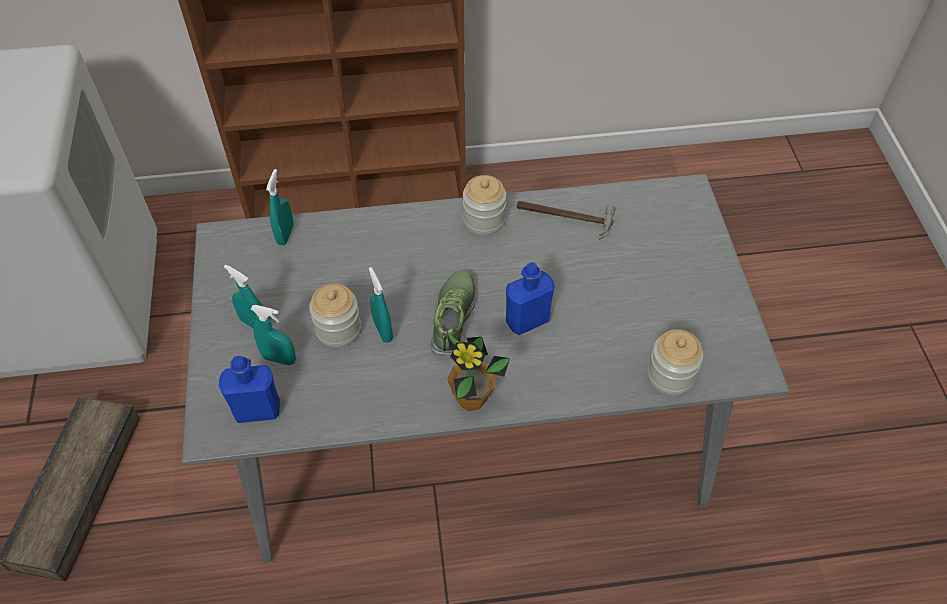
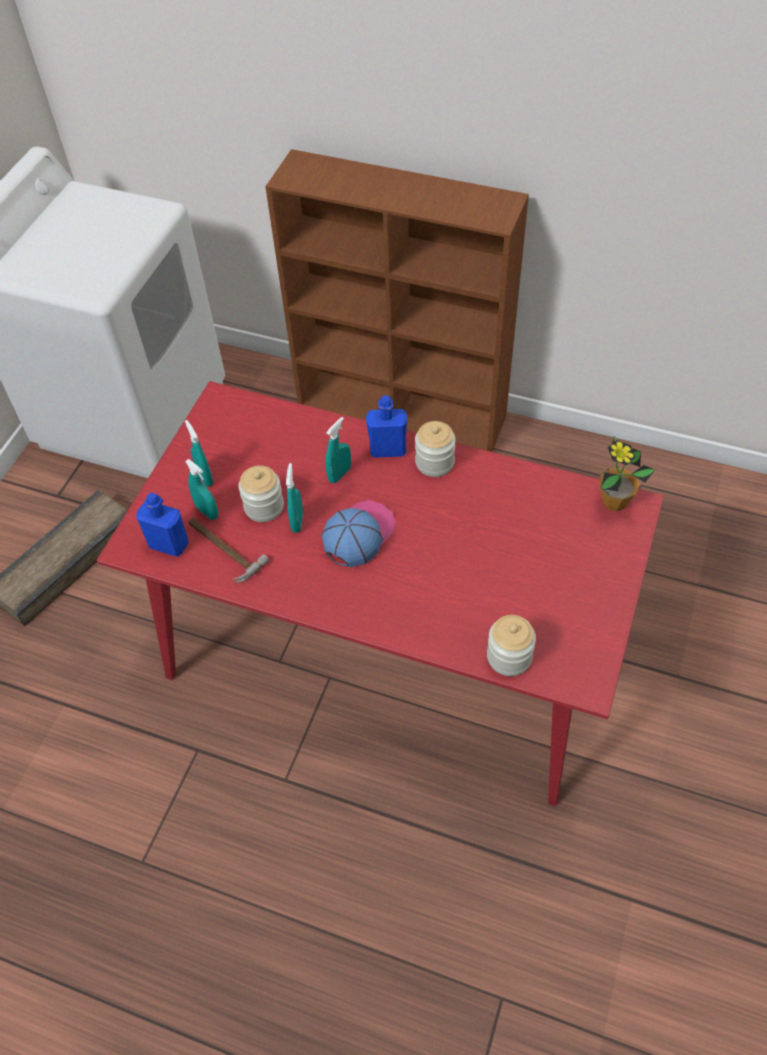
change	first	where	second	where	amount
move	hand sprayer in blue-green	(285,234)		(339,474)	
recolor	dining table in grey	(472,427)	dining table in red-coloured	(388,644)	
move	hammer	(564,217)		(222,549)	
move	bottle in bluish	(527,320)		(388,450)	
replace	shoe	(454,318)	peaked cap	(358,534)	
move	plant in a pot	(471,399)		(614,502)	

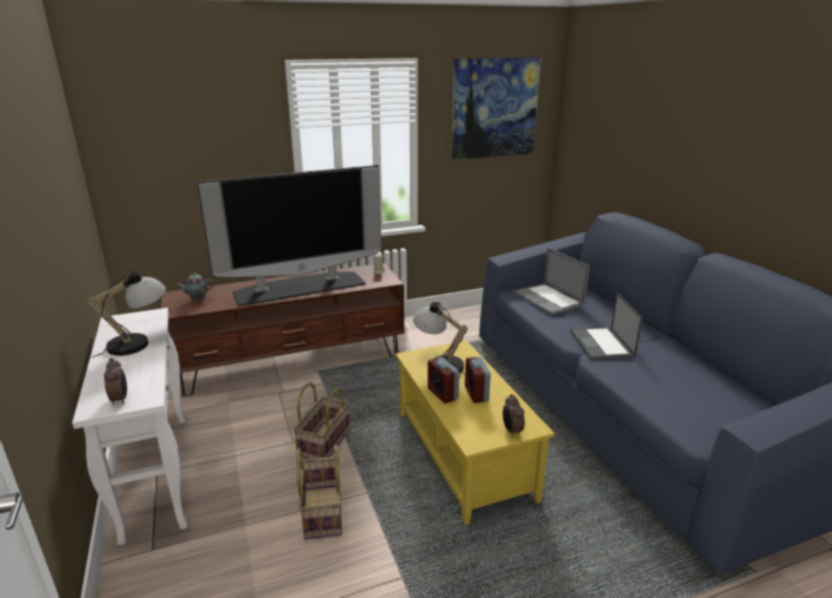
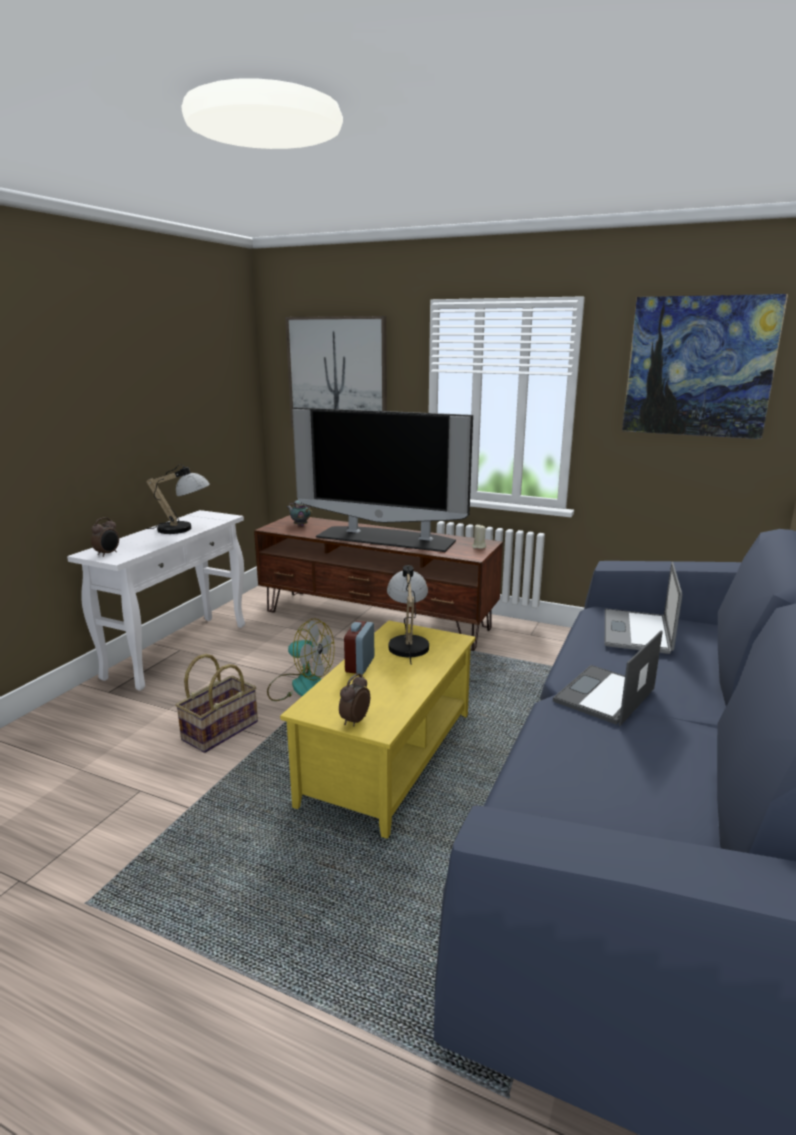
change	first	where	second	where	amount
delete	bedside clock	(476,393)			
replace	storage basket	(324,442)	fan	(300,686)	
insert			wall art	(337,374)	

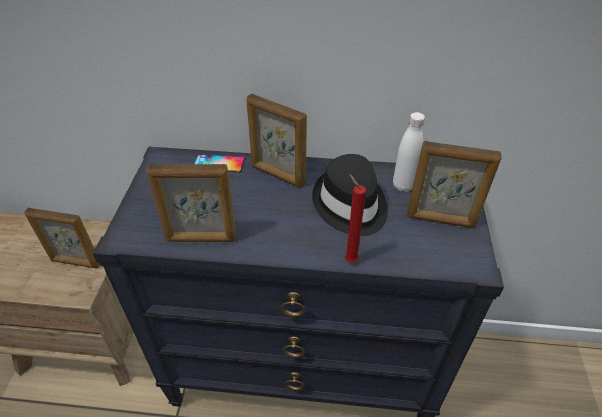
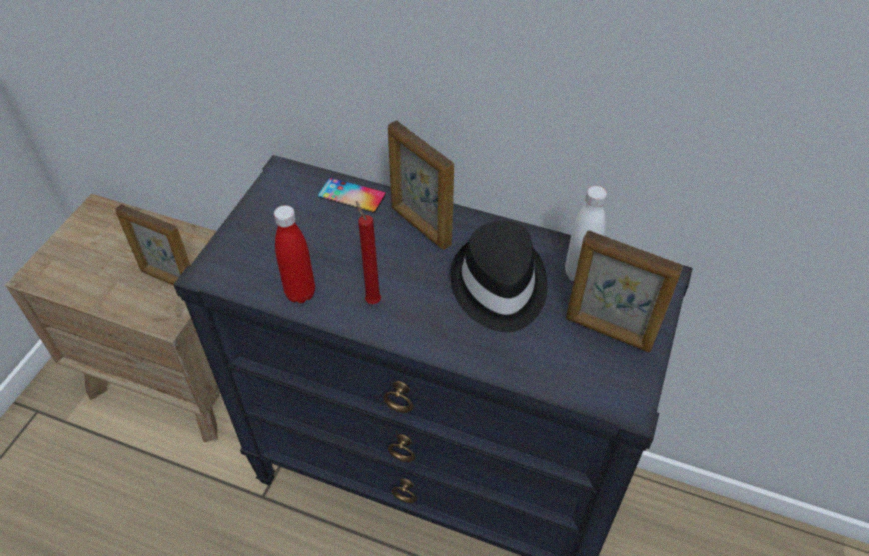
change	first	where	second	where	amount
replace	standing frame	(201,239)	bottle in red-coloured	(300,293)	
move	candle in red-coloured	(349,259)		(372,300)	

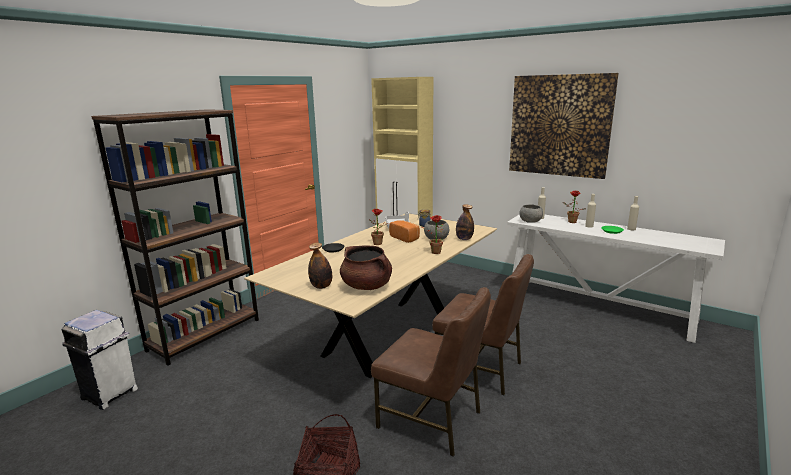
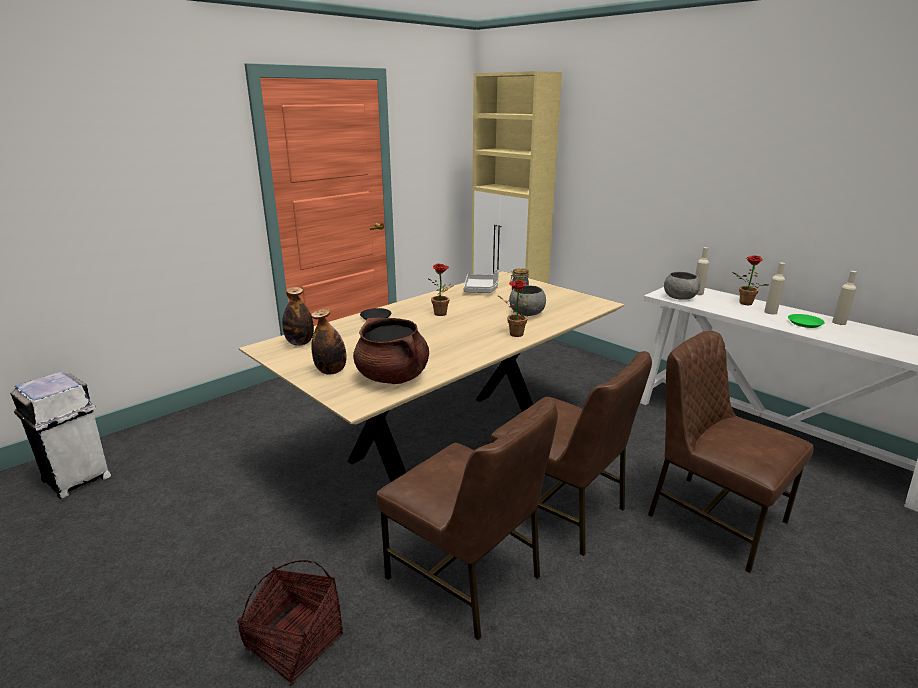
change	first	where	second	where	amount
delete	wall art	(559,125)			
delete	shelving unit in brown	(205,334)			
move	bottle	(464,239)		(300,343)	
delete	bakery bread	(405,238)			
insert			plain chair in brown	(714,518)	

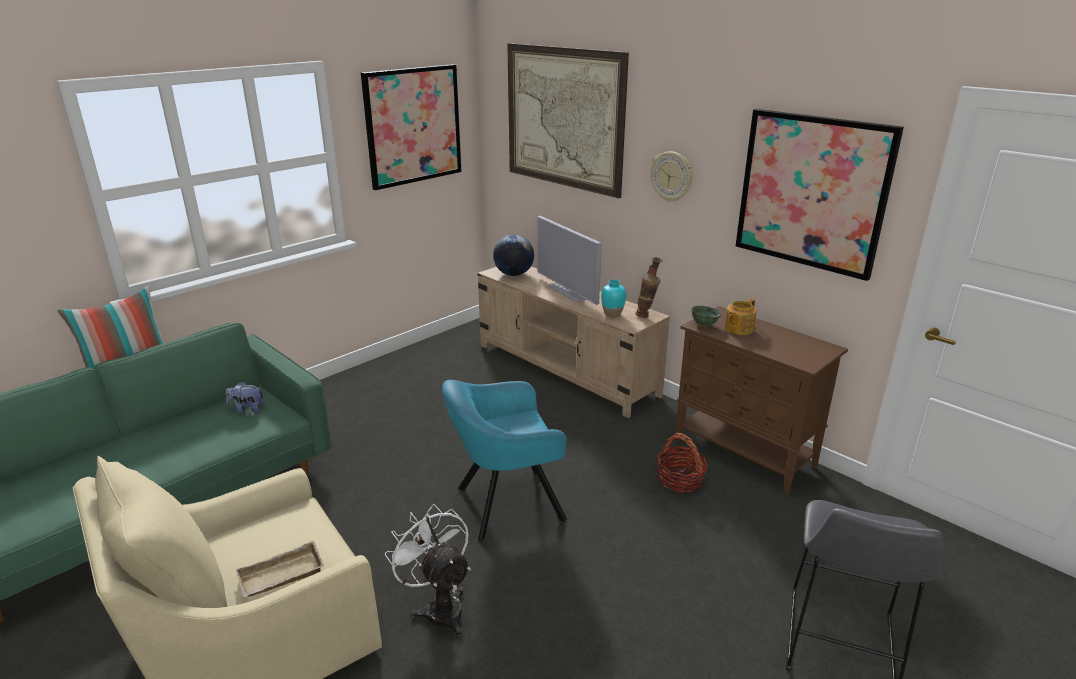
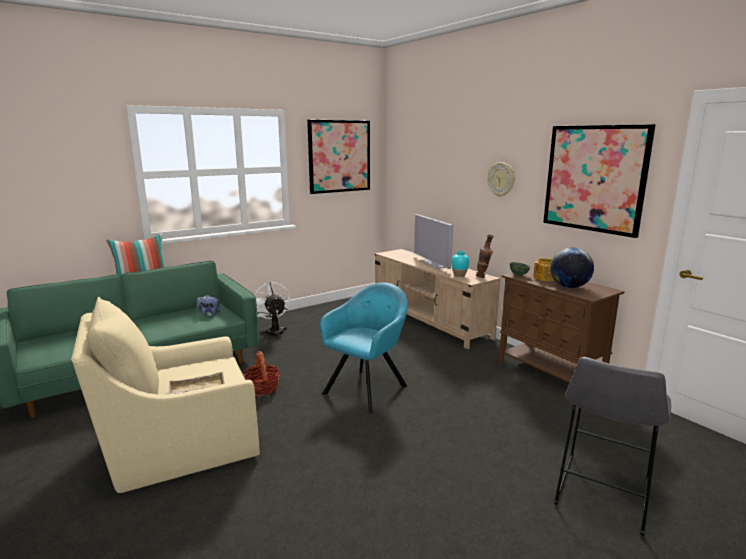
change	first	where	second	where	amount
delete	wall art	(564,118)			
move	desk globe	(513,274)		(569,287)	
rotate	armchair in blue-green	(505,504)		(367,388)	135 degrees clockwise
move	storage basket	(680,479)		(262,388)	
move	fan in white	(439,607)		(274,331)	

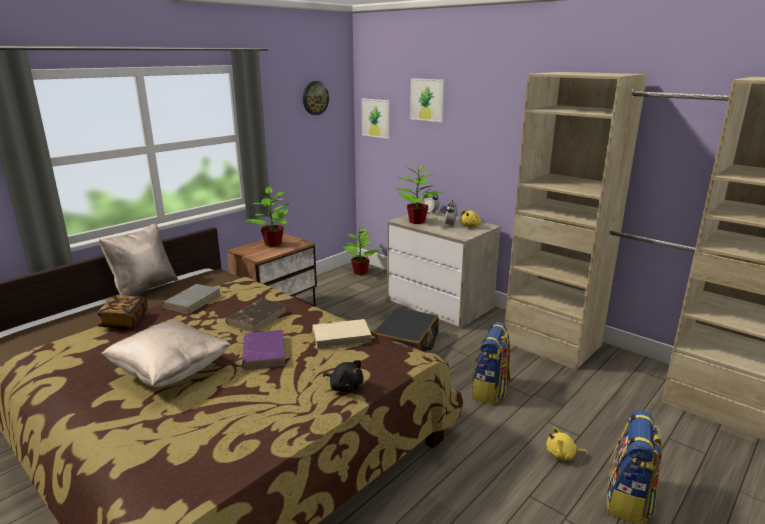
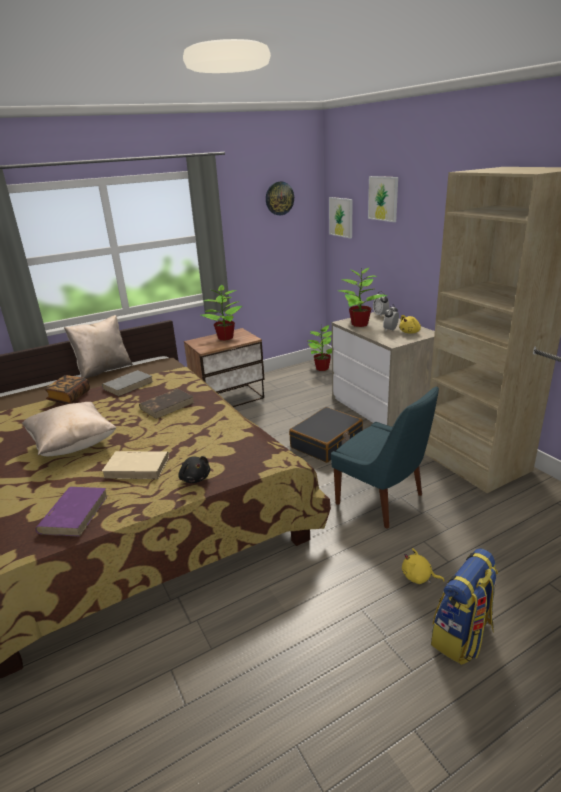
change	first	where	second	where	amount
move	book in beige	(342,336)		(138,467)	
replace	rucksack	(490,390)	plain chair in bluish	(382,500)	
move	book in purple	(264,352)		(74,513)	

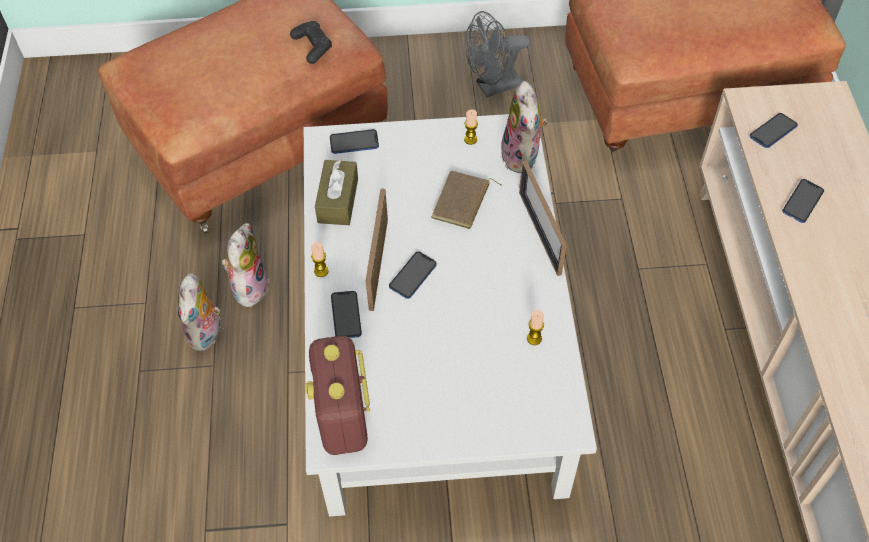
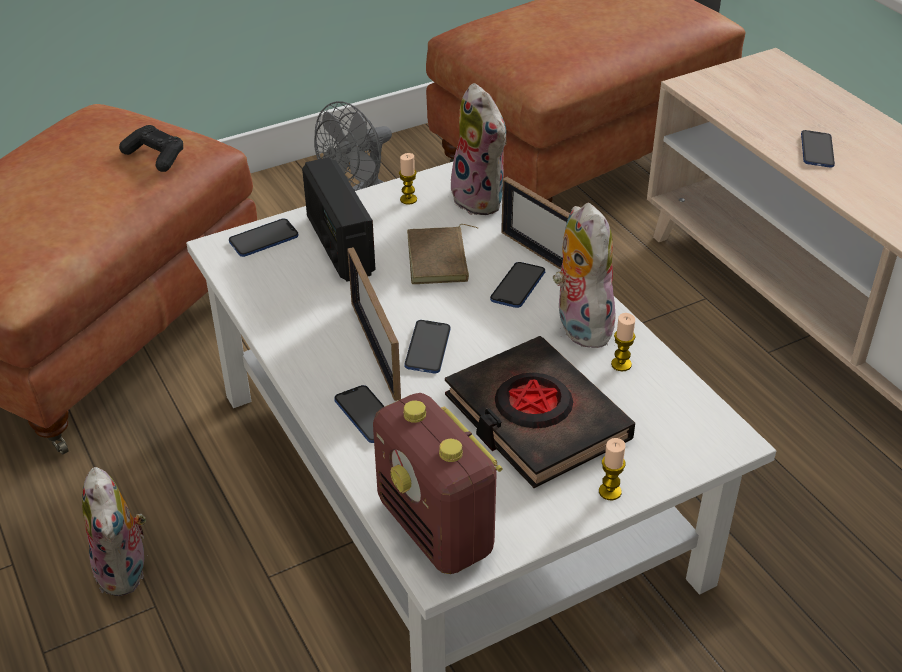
change	first	where	second	where	amount
move	telephone	(773,131)		(517,286)	
delete	tissue holder in brown	(338,200)			
move	plush toy	(249,286)		(579,324)	
move	candle	(321,271)		(610,491)	
insert			radio	(339,245)	
insert			book in blackish	(536,419)	

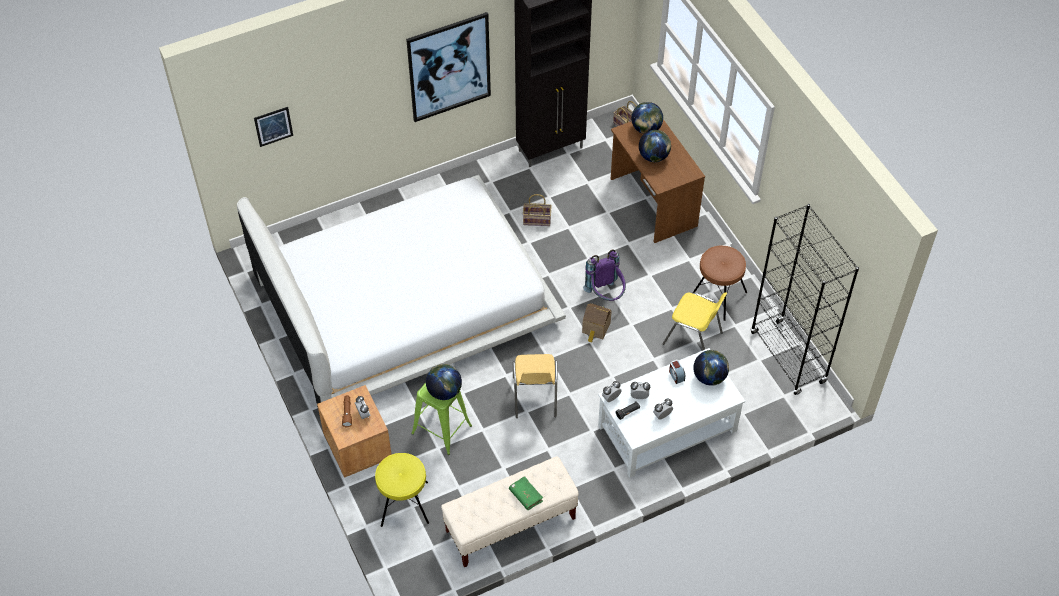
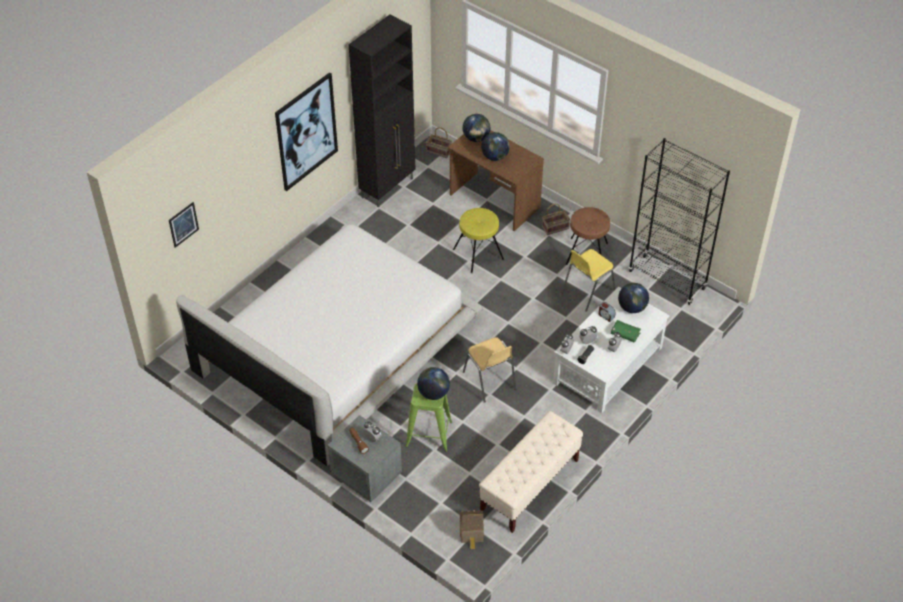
change	first	where	second	where	amount
move	storage basket	(537,219)		(555,227)	
delete	rucksack in purple	(606,295)			
rotate	plain chair in yellow-coloured	(693,338)		(587,291)	135 degrees clockwise
move	toy house	(596,329)		(471,534)	
recolor	night table in brown	(357,447)	night table in grey	(366,474)	
move	sitting stool in yellow-coloured	(404,504)		(478,254)	
move	book in greenish	(525,496)		(625,334)	

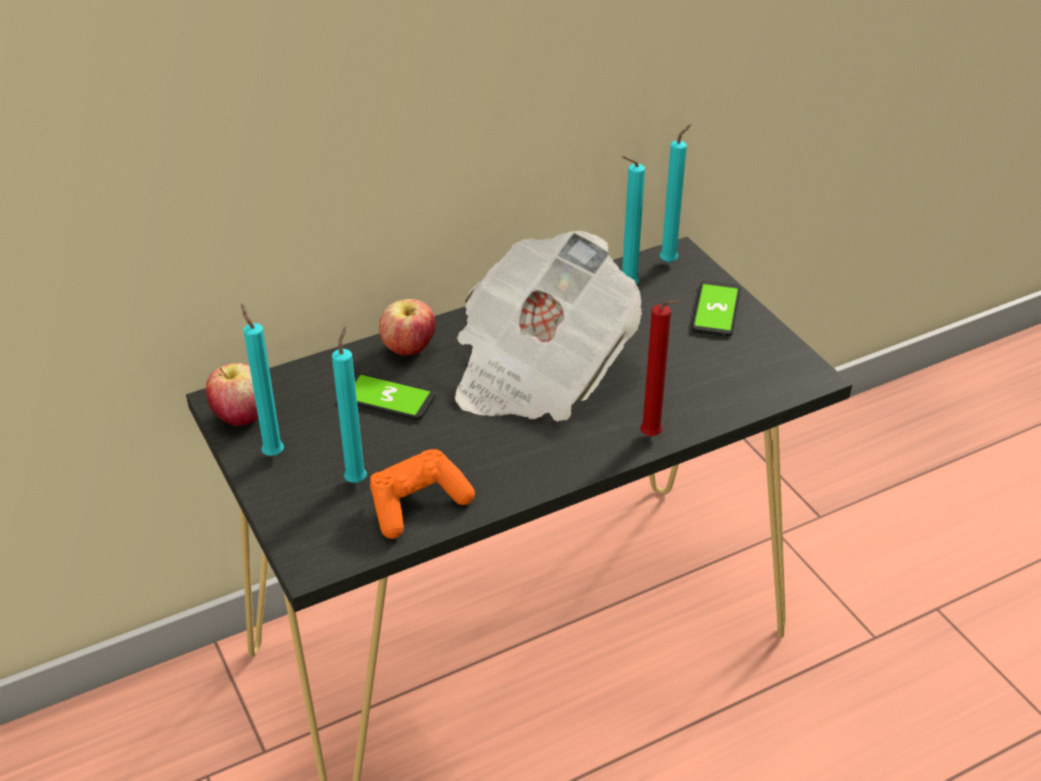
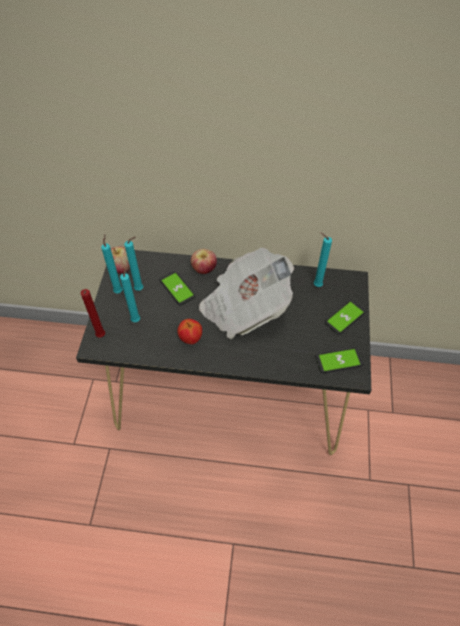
change	first	where	second	where	amount
move	candle in blue-green	(670,261)		(140,289)	
move	candle in red-coloured	(653,437)		(101,337)	
delete	gamepad in orange	(417,504)			
insert			apple fruit	(190,339)	
insert			telephone	(339,361)	

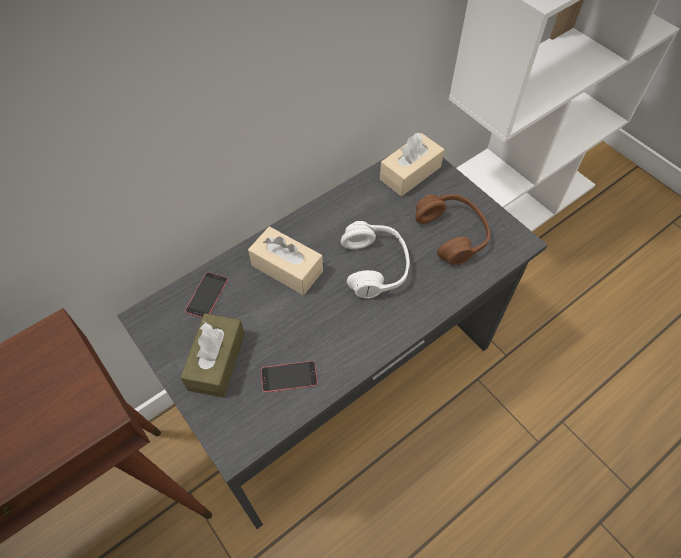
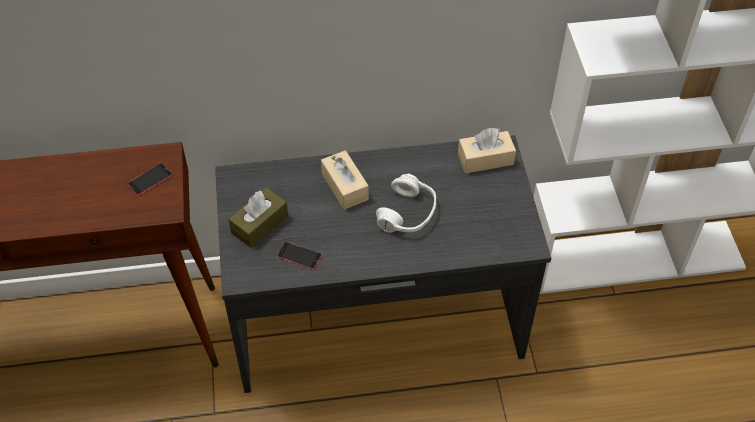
change	first	where	second	where	amount
delete	pair of headphones in brown	(452,234)			
move	telephone	(207,295)		(150,179)	

